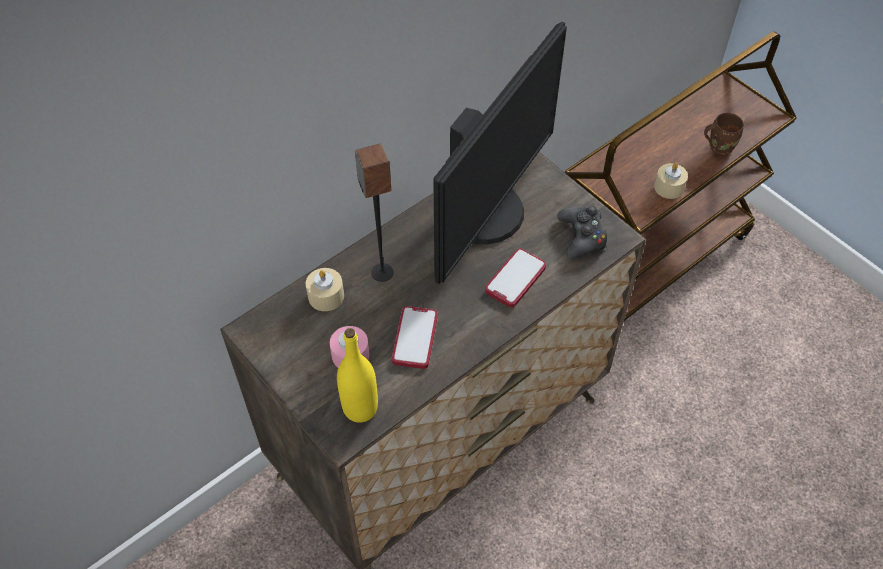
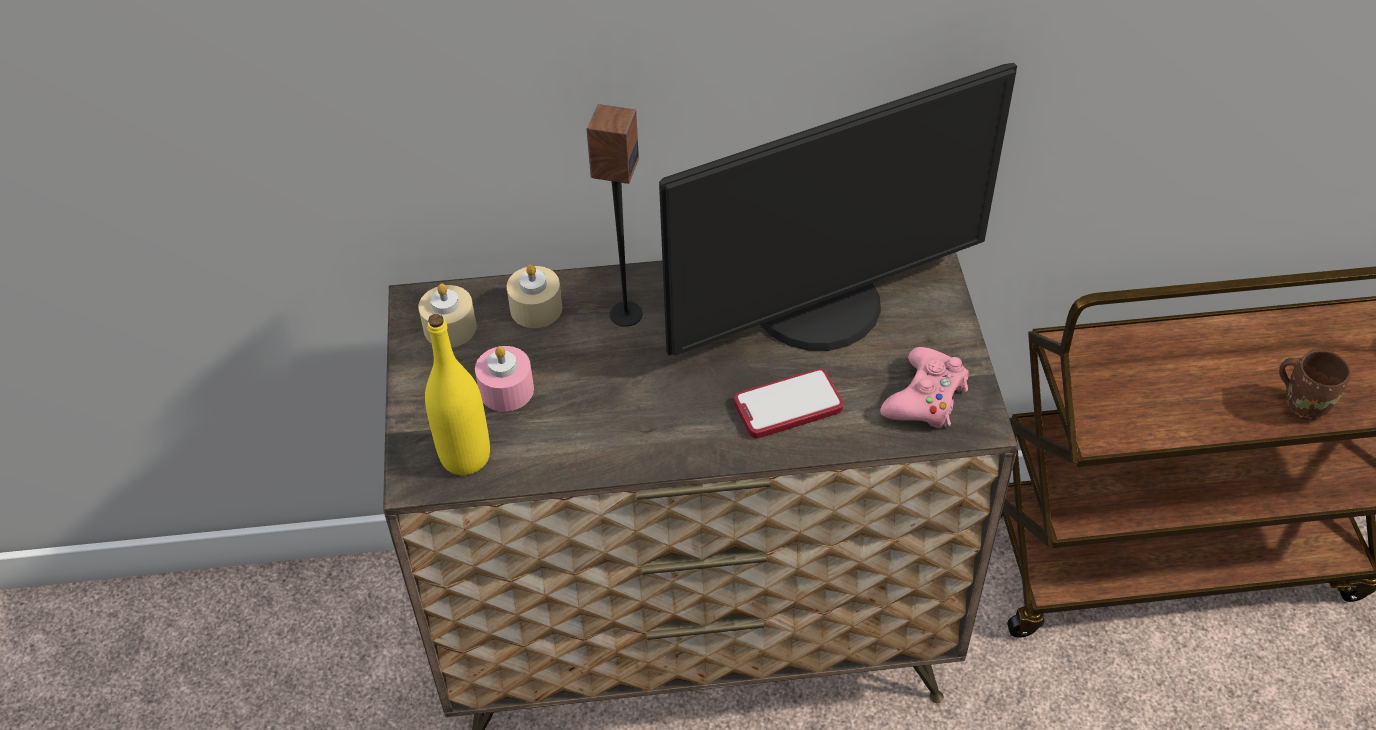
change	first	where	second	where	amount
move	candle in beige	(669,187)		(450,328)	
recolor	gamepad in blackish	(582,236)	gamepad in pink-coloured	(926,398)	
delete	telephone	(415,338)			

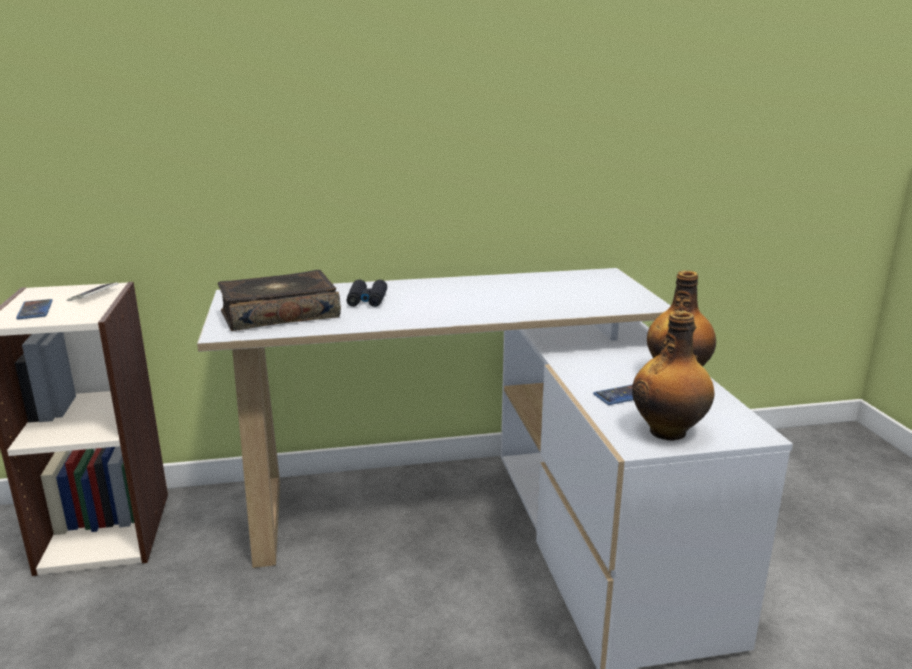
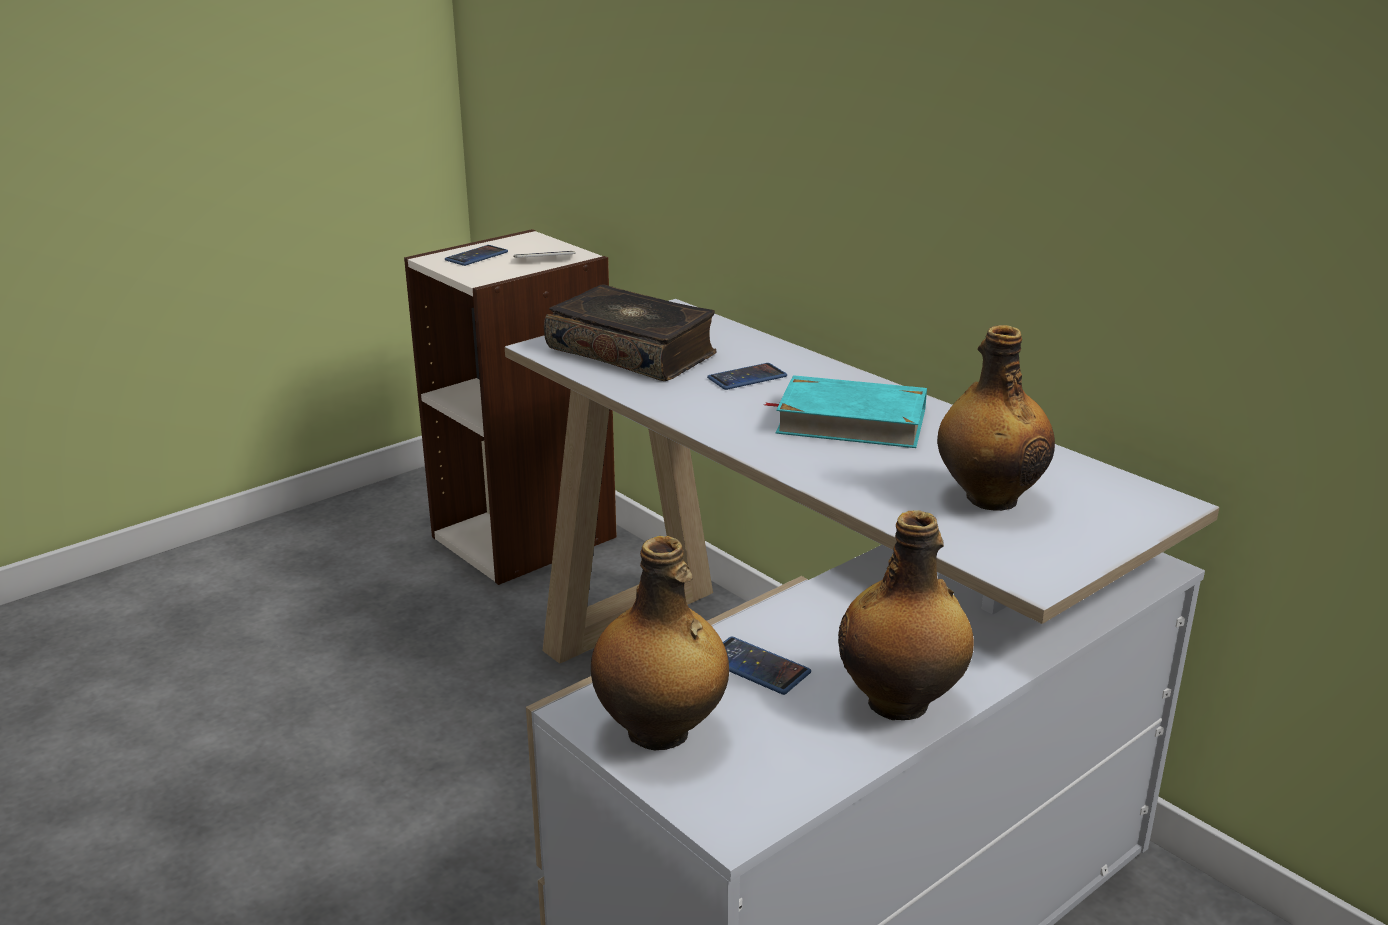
change	first	where	second	where	amount
replace	binoculars in blackish	(367,300)	telephone	(747,377)	
insert			bottle	(989,498)	
insert			book in blue-green	(850,421)	

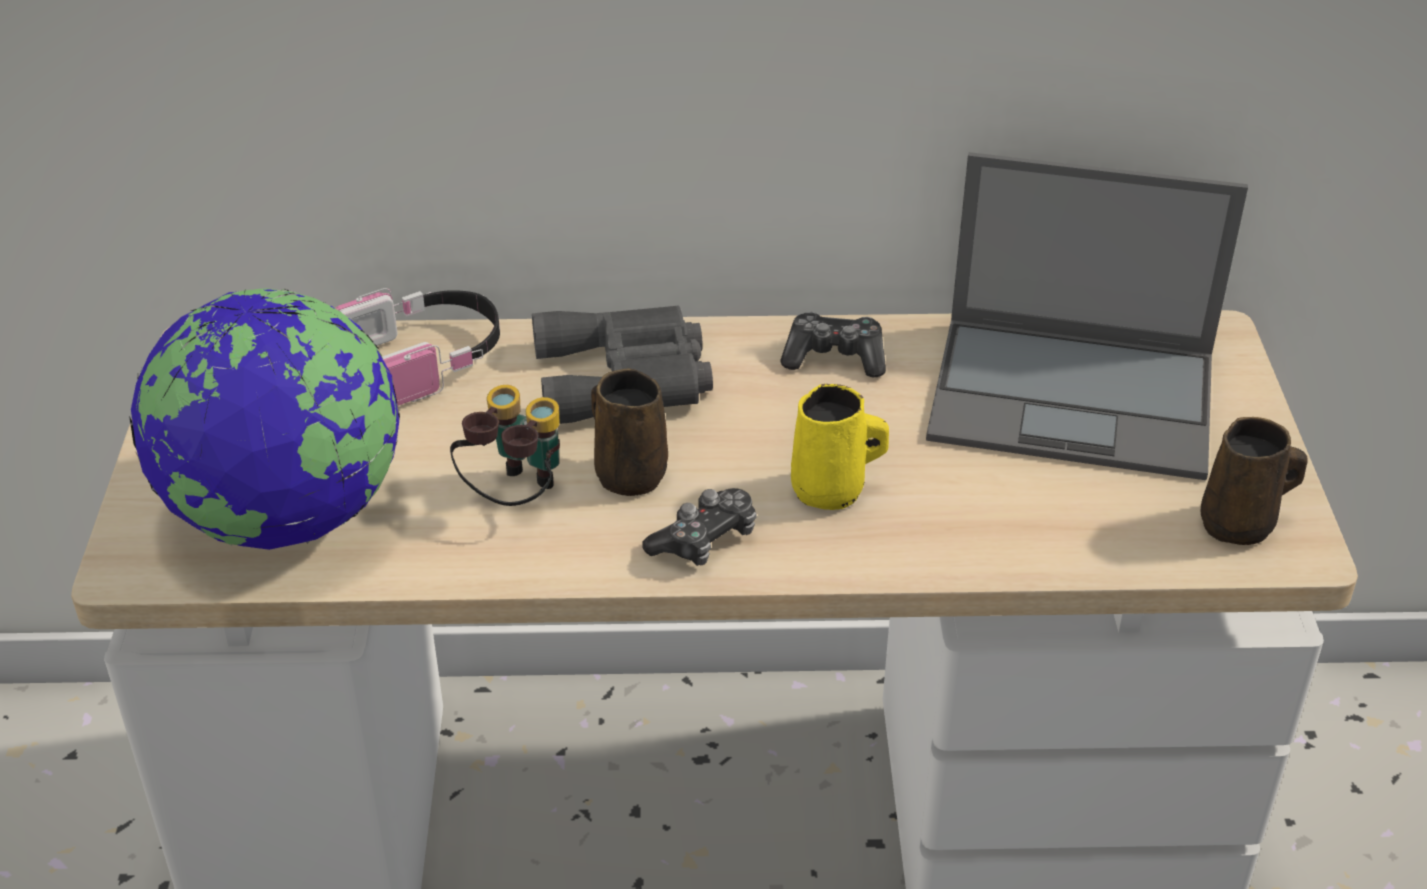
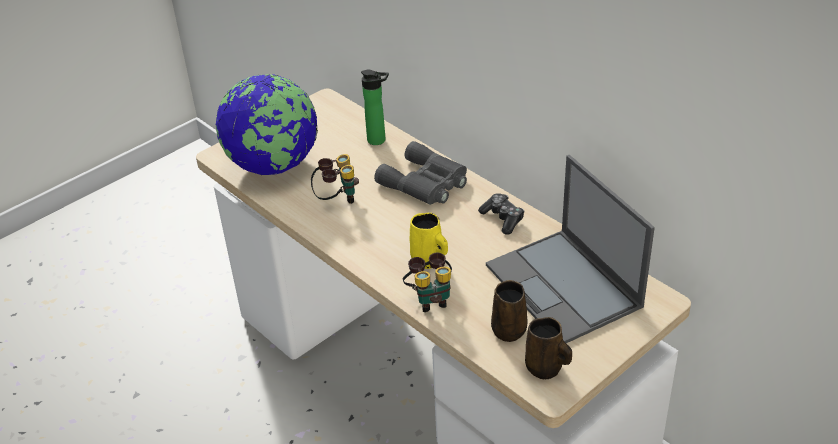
change	first	where	second	where	amount
replace	pair of headphones	(428,358)	bottle	(379,140)	
move	mug in brown	(628,473)		(509,329)	
delete	gamepad	(705,540)			
insert			binoculars	(430,299)	

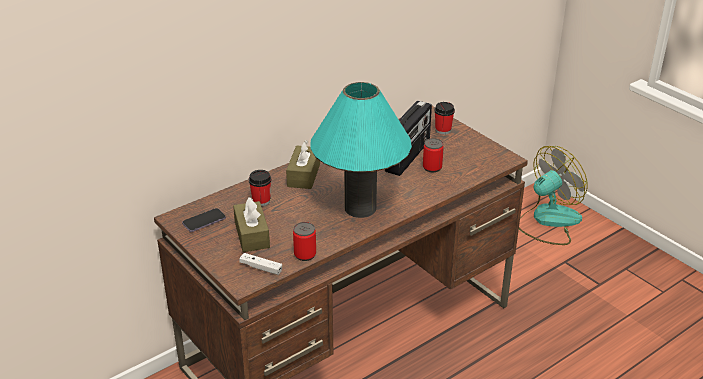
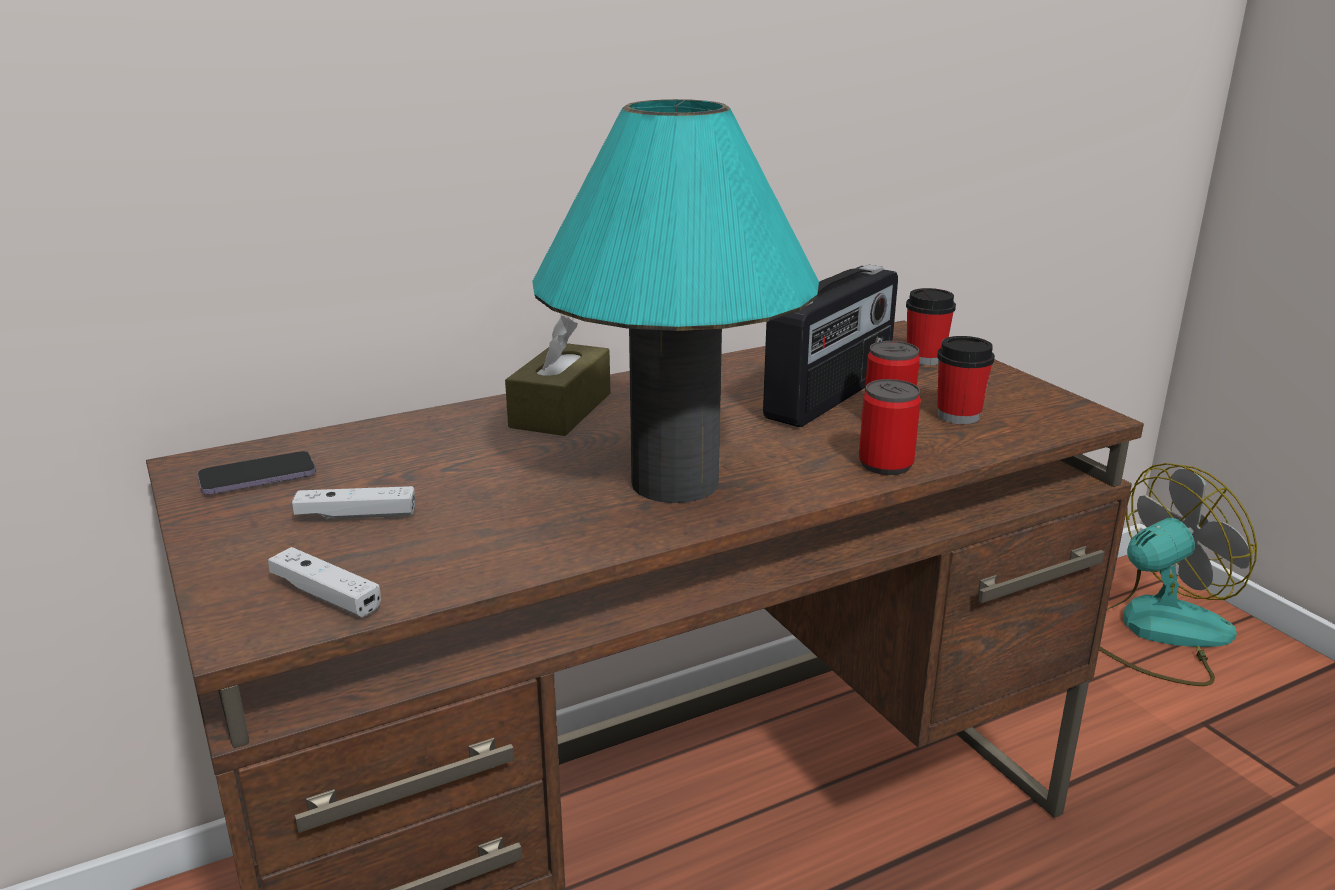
change	first	where	second	where	amount
move	drinking cup	(261,201)		(958,416)	
replace	tissue holder in brown	(252,235)	gamepad in white	(356,515)	
move	can	(305,254)		(885,464)	

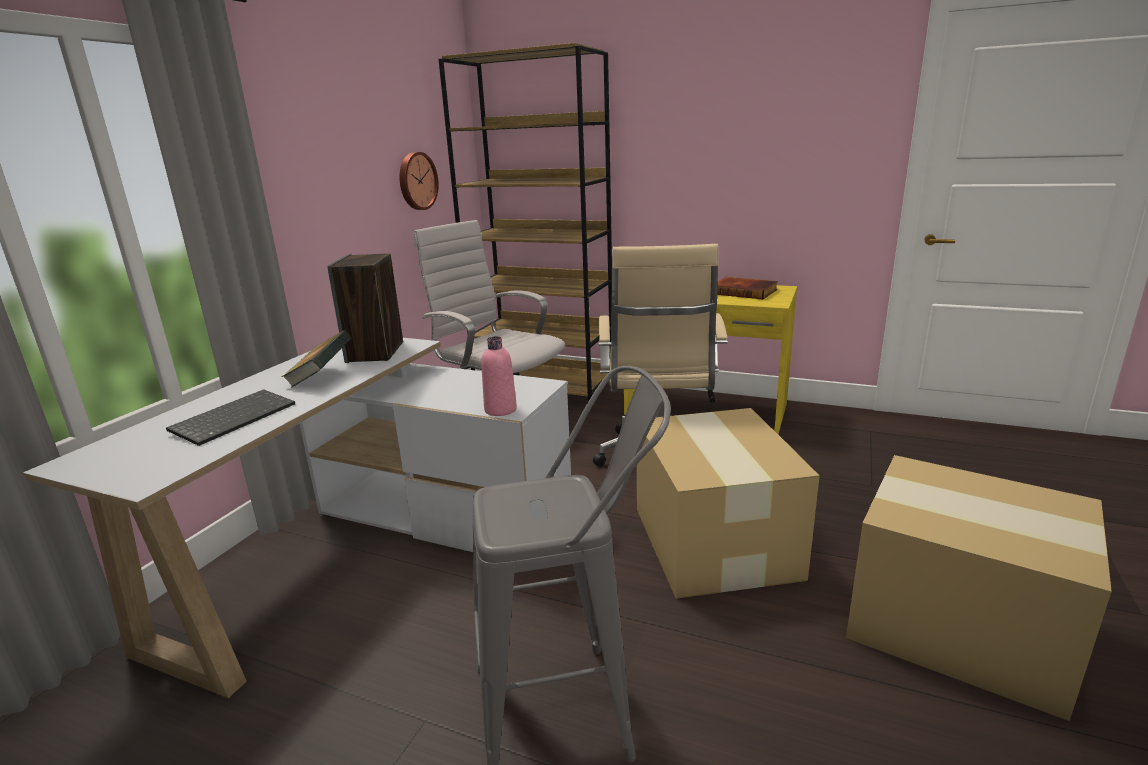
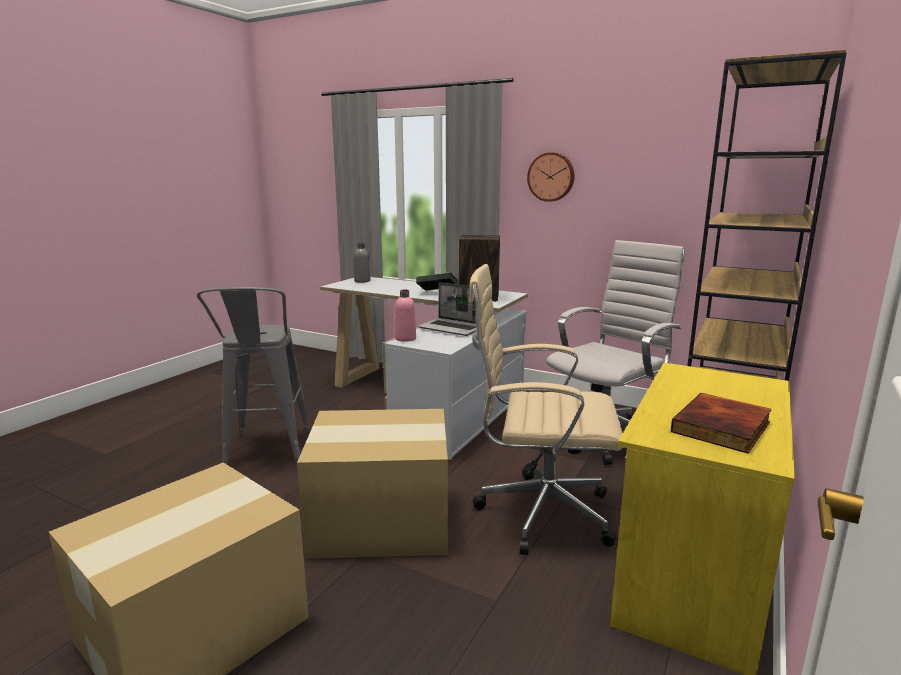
change	first	where	second	where	amount
move	wall clock	(416,181)		(551,177)	
delete	PC keyboard	(234,418)			
insert			bottle in grey	(362,281)	
insert			notebook computer	(453,328)	

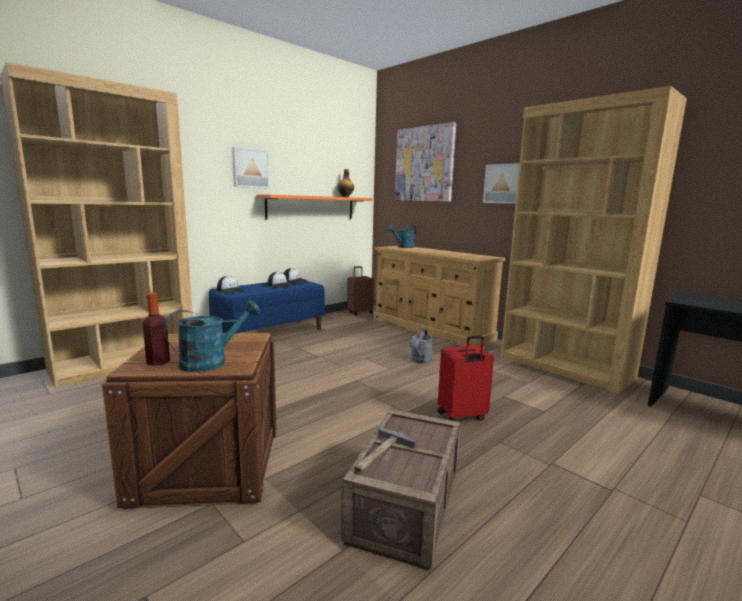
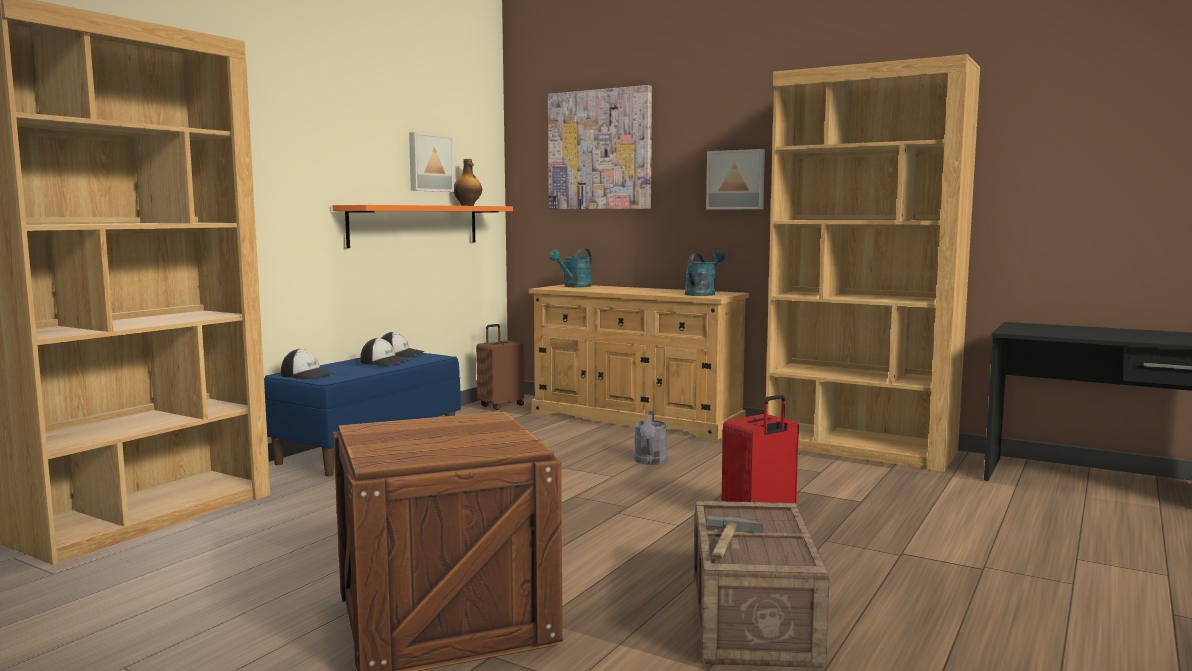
change	first	where	second	where	amount
move	wall art	(250,168)		(429,163)	
delete	bottle	(158,362)			
move	watering can in blue-green	(211,361)		(702,294)	

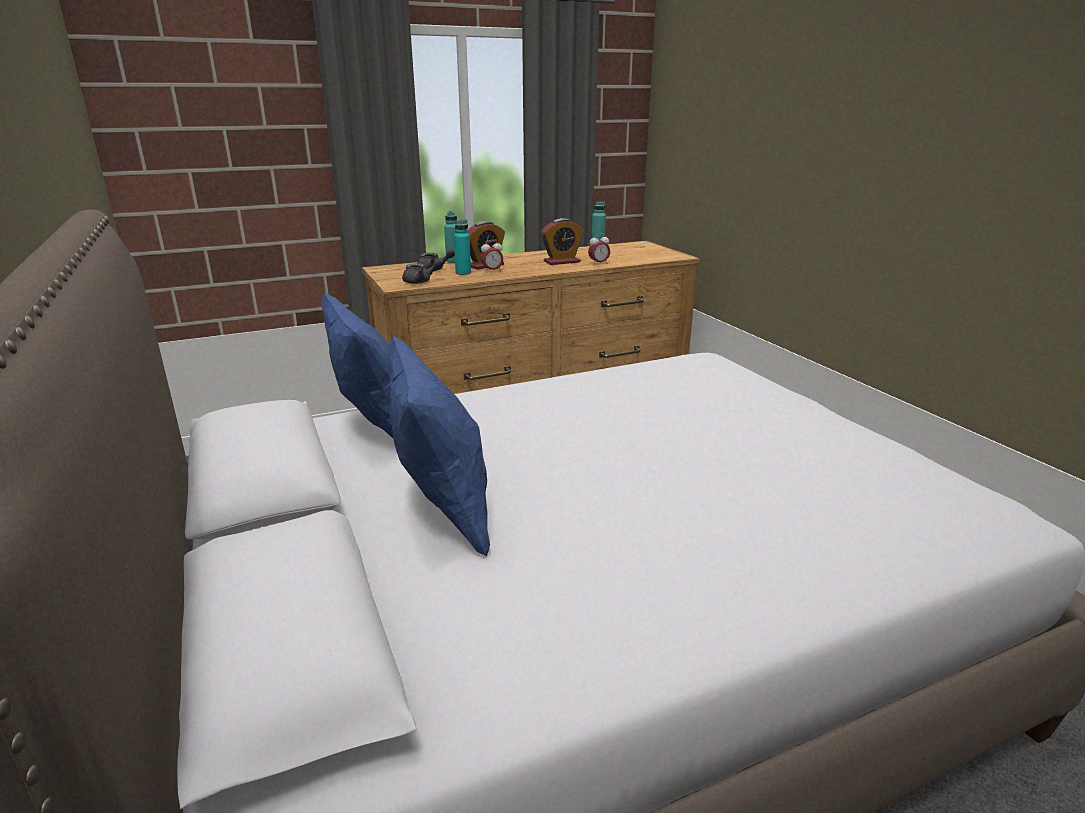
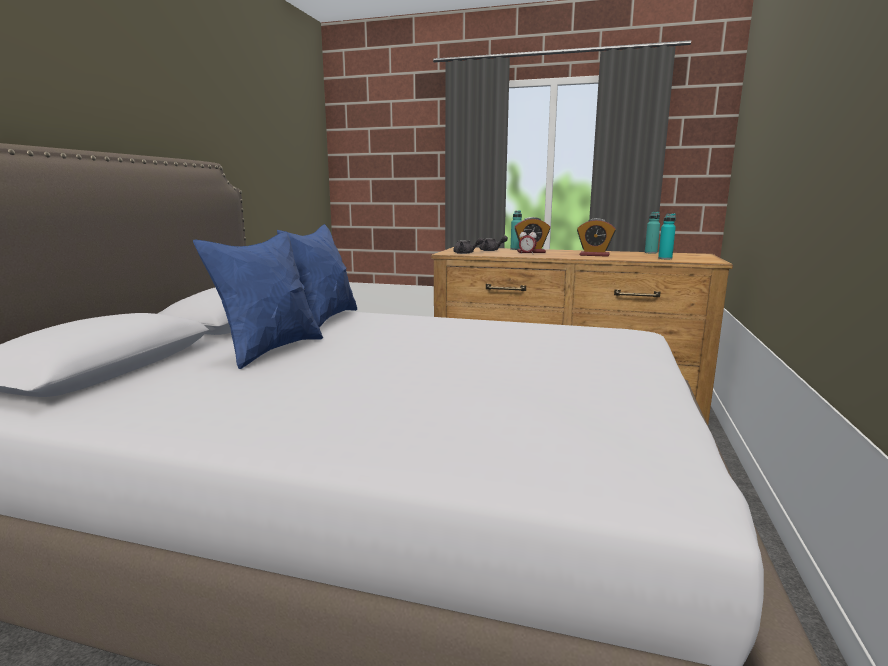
change	first	where	second	where	amount
move	bottle in blue-green	(463,273)		(665,258)	
delete	bedside clock	(598,263)			

